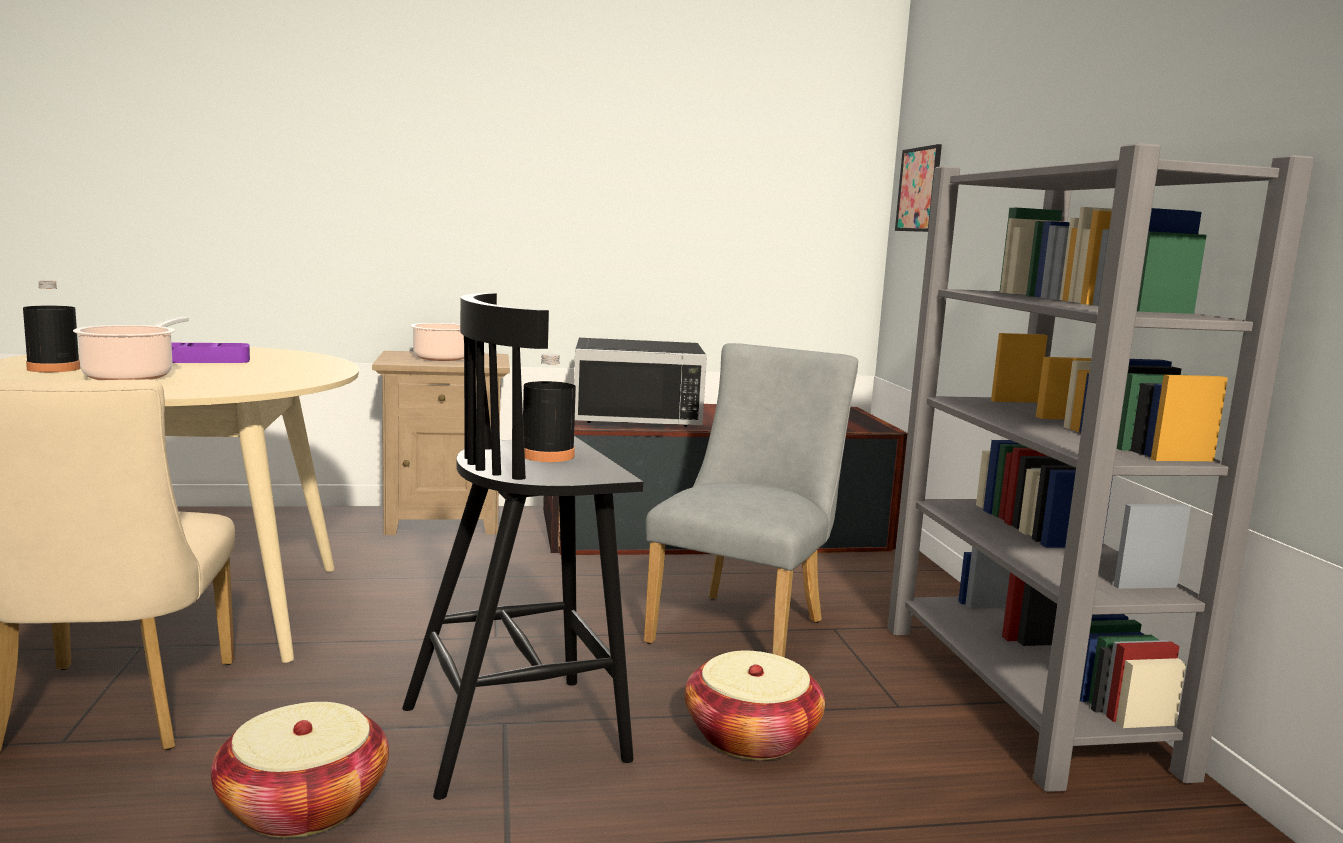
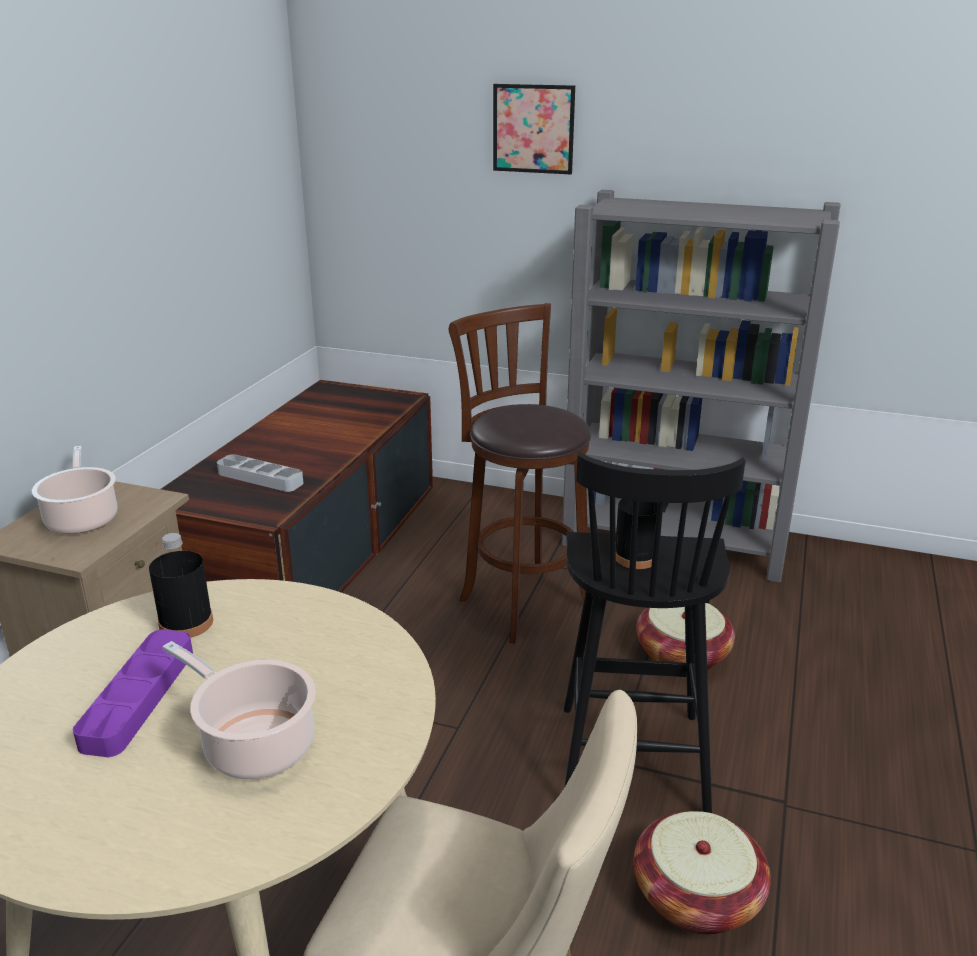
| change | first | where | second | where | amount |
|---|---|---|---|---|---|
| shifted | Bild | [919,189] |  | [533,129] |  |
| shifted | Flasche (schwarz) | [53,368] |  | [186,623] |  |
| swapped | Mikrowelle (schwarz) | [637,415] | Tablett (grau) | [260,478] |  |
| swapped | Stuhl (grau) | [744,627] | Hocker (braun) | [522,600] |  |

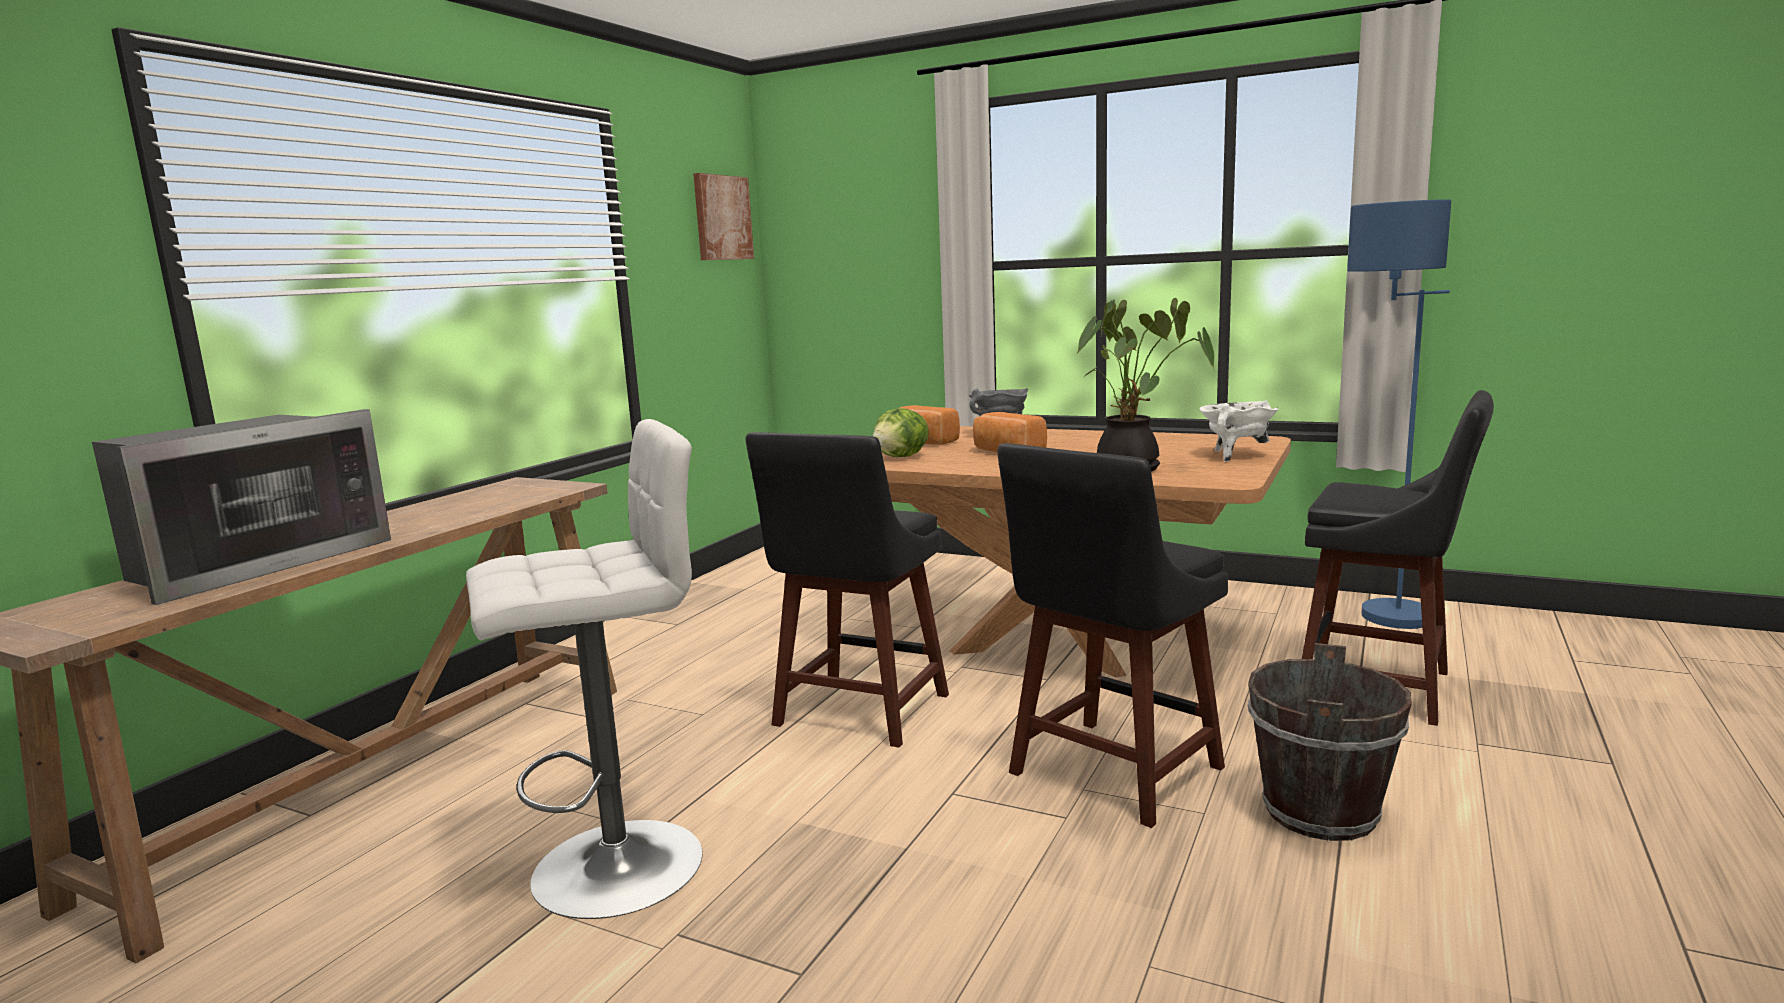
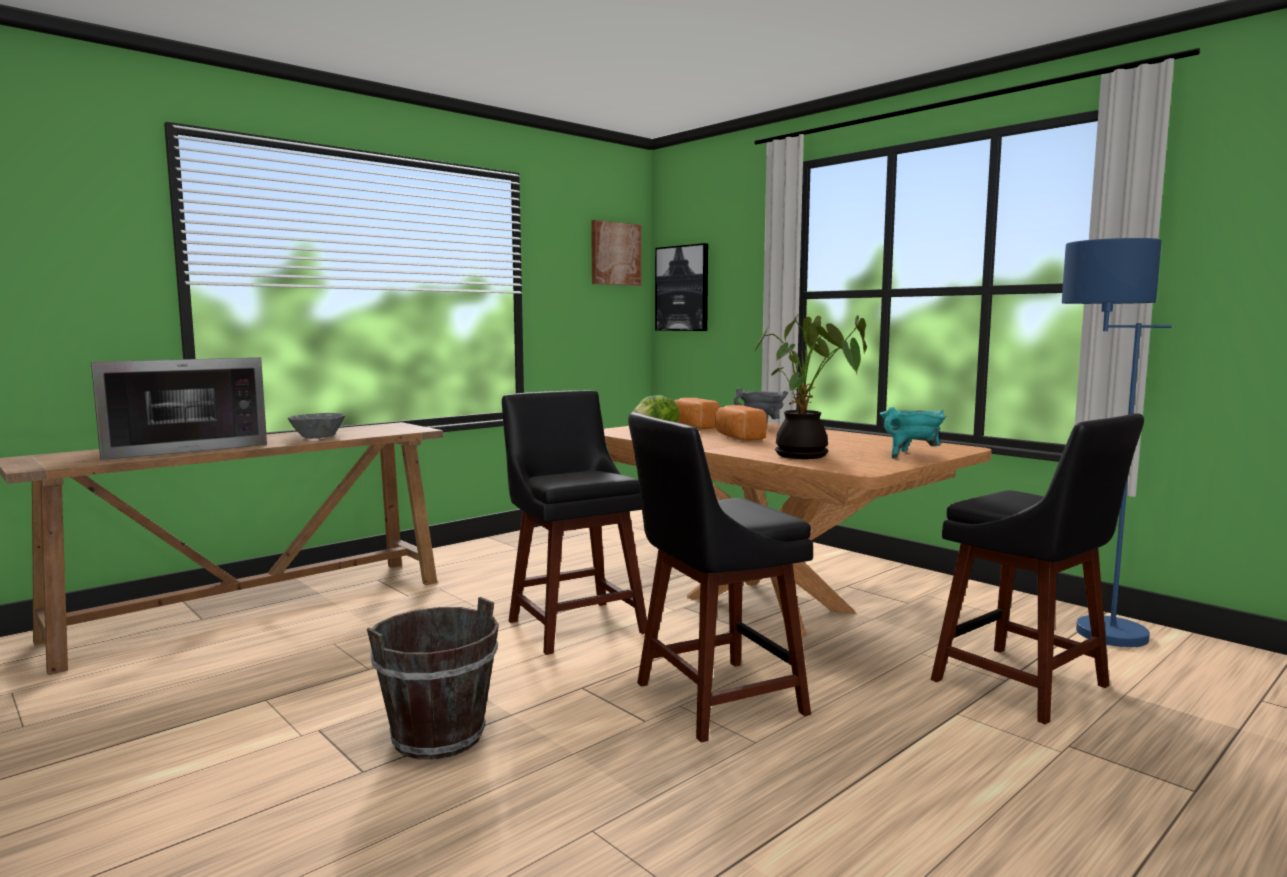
| change | first | where | second | where | amount |
|---|---|---|---|---|---|
| repainted | Kochtopf (weiß) | [1235,456] | Kochtopf (türkis) | [911,456] |  |
| gone | Hocker (weiß) | [620,868] |  |  |  |
| rotated | Stuhl (schwarz) | [857,713] |  | [574,624] | 105 degrees clockwise |
| shifted | Eimer (braun) | [1321,813] |  | [438,737] |  |
| new |  |  | Bild | [682,288] |  |
| new |  |  | Schüssel (grau) | [317,437] |  |

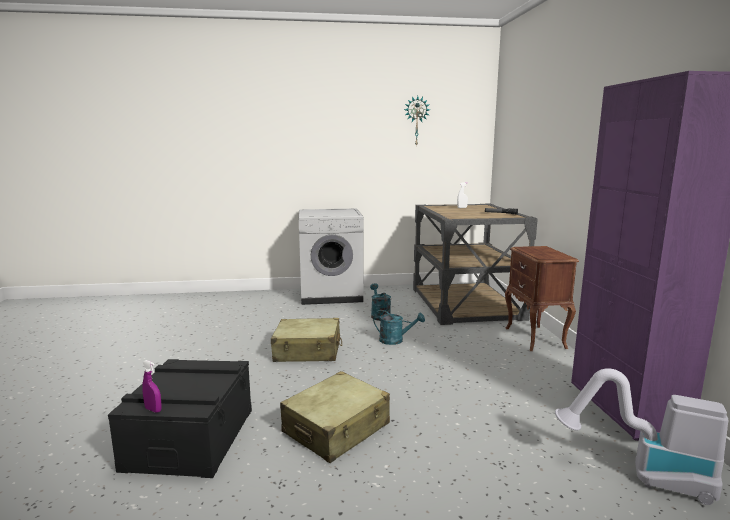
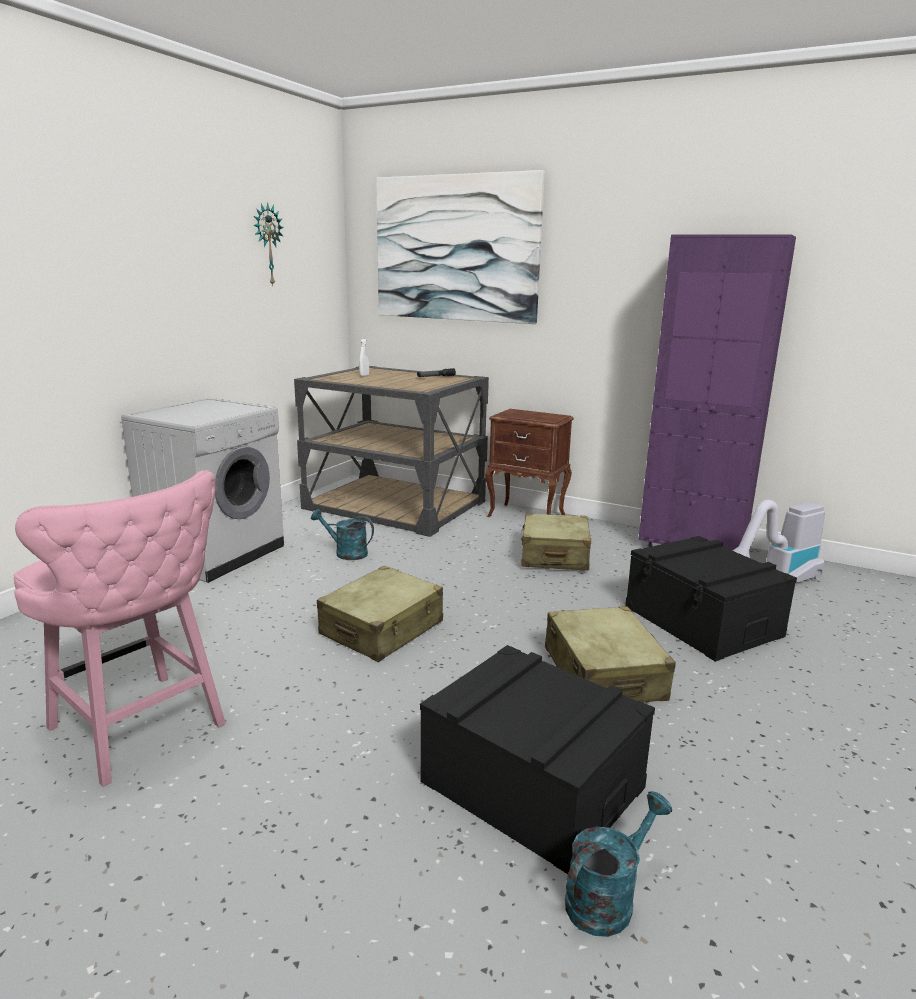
| change | first | where | second | where | amount |
|---|---|---|---|---|---|
| shifted | Gießkanne (türkis) | [395,340] |  | [607,898] |  |
| gone | Sprühflasche (lila) | [153,410] |  |  |  |
| new |  |  | Bild | [456,249] |  |
| new |  |  | Hocker (rosa) | [141,729] |  |
| new |  |  | Koffer (beige) | [554,556] |  |
| new |  |  | Aufbewahrungsbox (schwarz) | [702,621] |  |

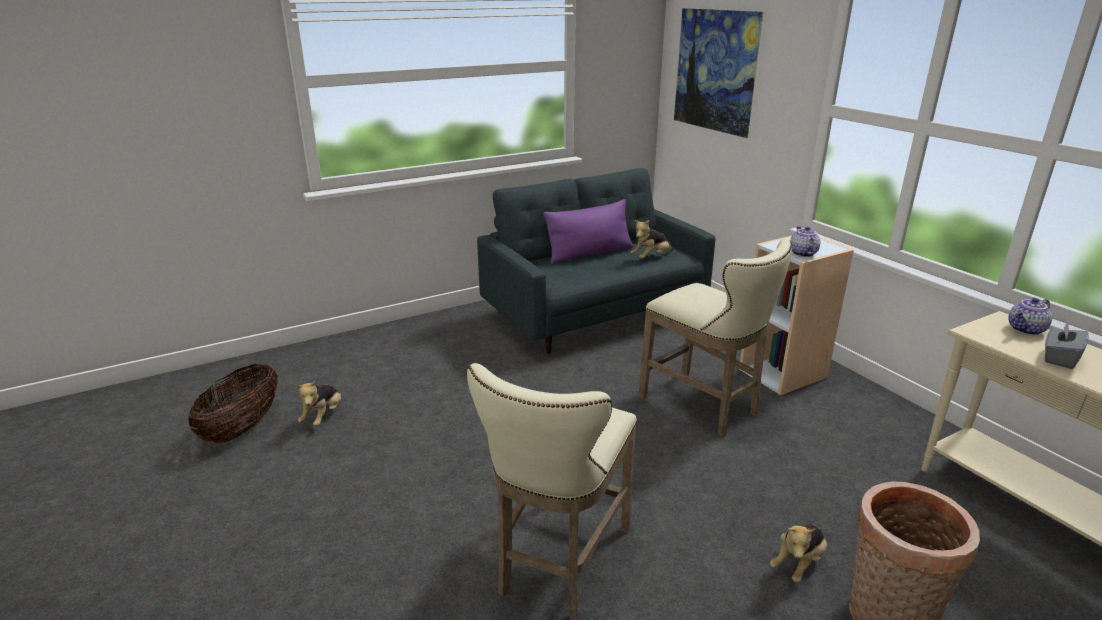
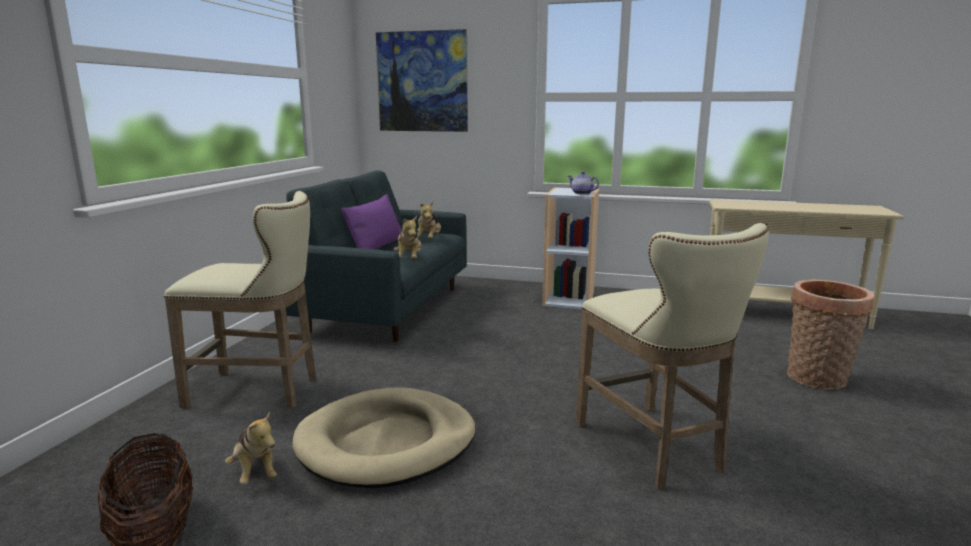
| change | first | where | second | where | amount |
|---|---|---|---|---|---|
| shifted | Hocker (beige) | [704,407] |  | [260,391] |  |
| gone | Teekanne | [1026,330] |  |  |  |
| gone | Taschentuchbox (grau) | [1059,358] |  |  |  |
| shifted | Plüschtier | [798,563] |  | [409,259] |  |
| new |  |  | Hundebett (beige) | [387,443] |  |

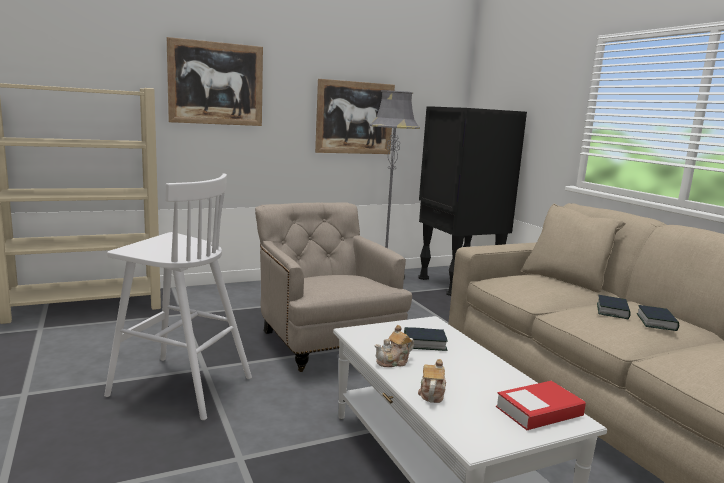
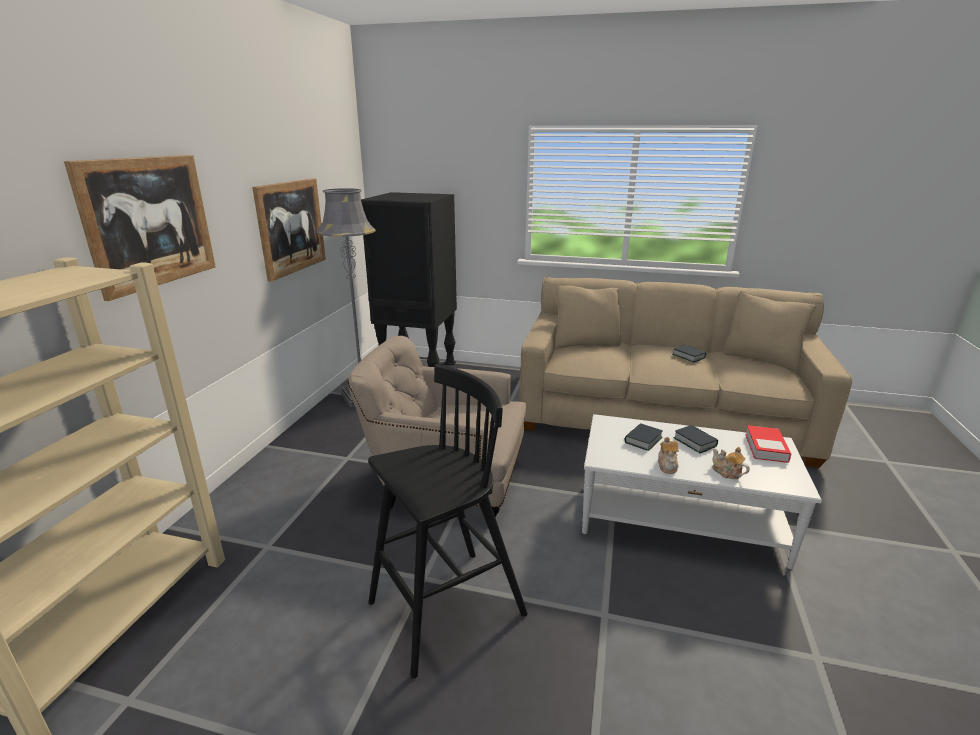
| change | first | where | second | where | amount |
|---|---|---|---|---|---|
| repainted | Hocker (weiß) | [178,386] | Hocker (schwarz) | [444,610] |  |
| shifted | Buch | [612,311] |  | [695,442] |  |

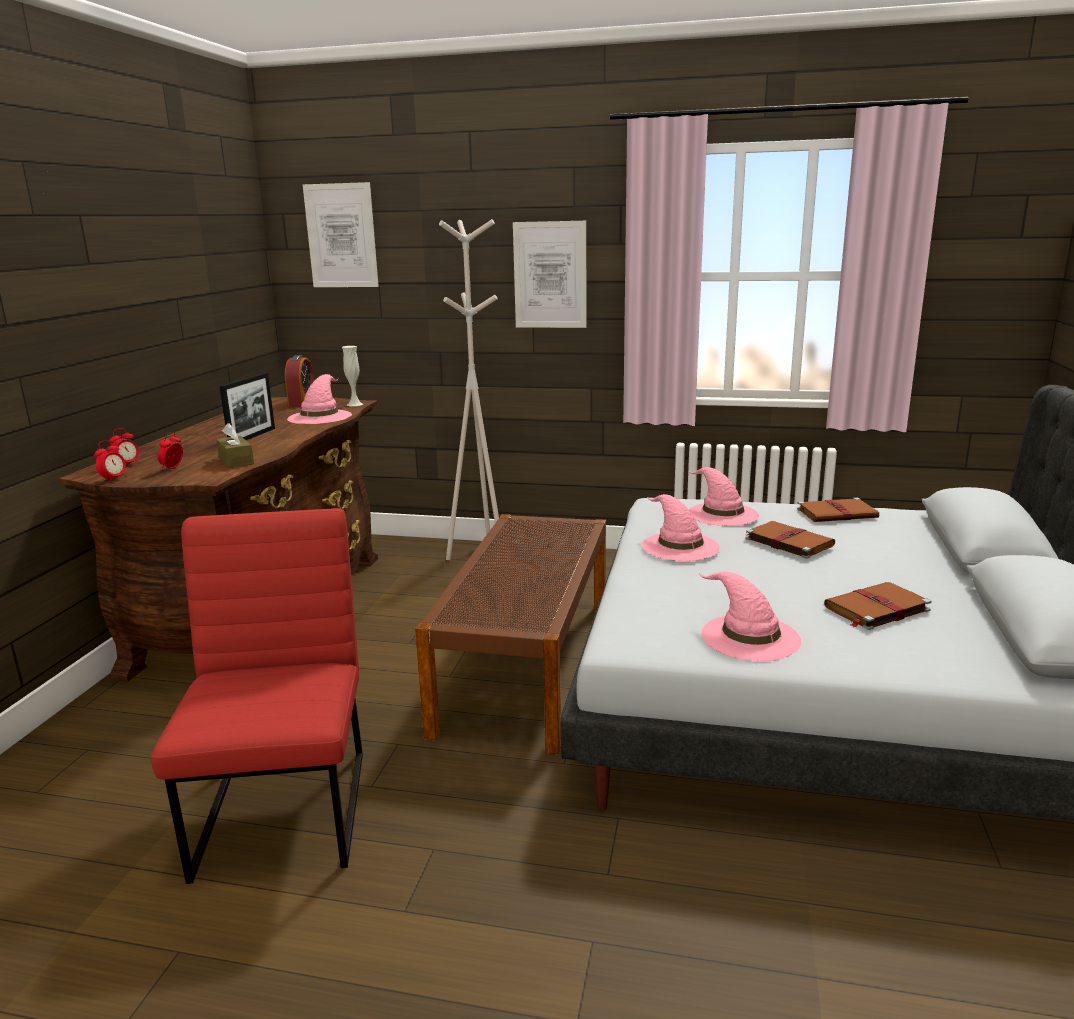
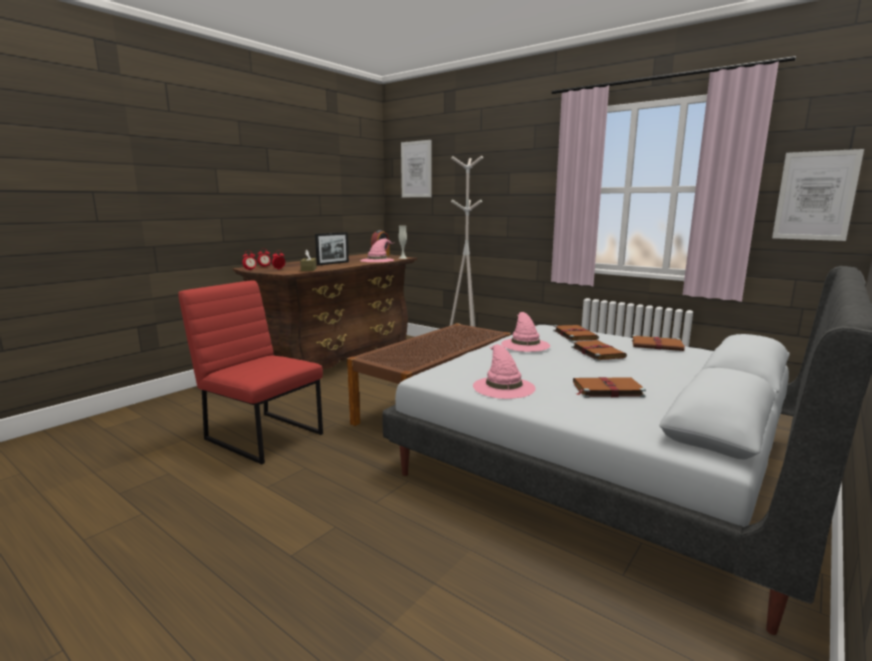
| change | first | where | second | where | amount |
|---|---|---|---|---|---|
| shifted | Bild | [550,275] |  | [815,196] |  |
| swapped | Hut (rosa) | [721,513] | Buch (braun) | [574,334] |  |
| rotated | Stuhl (rot) | [286,807] |  | [262,435] | 75 degrees counterclockwise |

